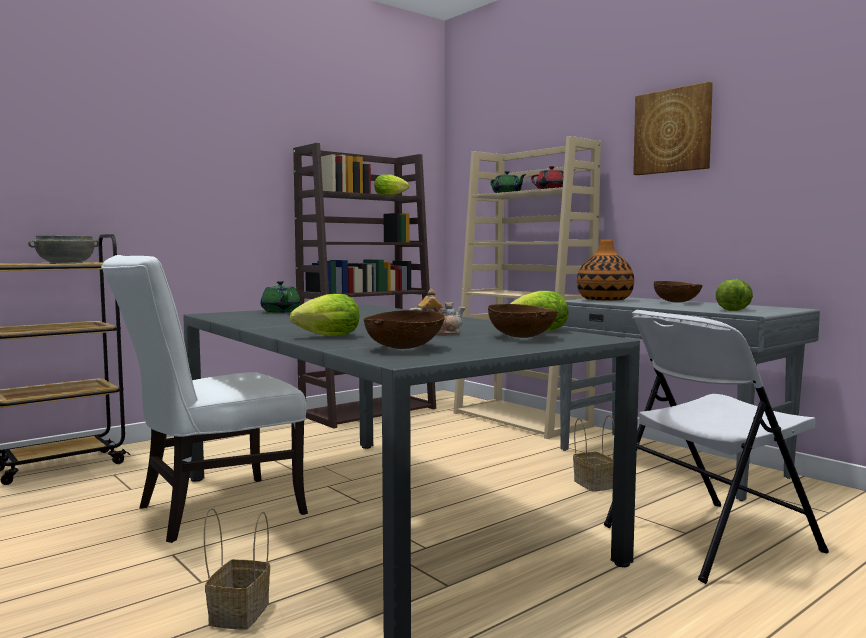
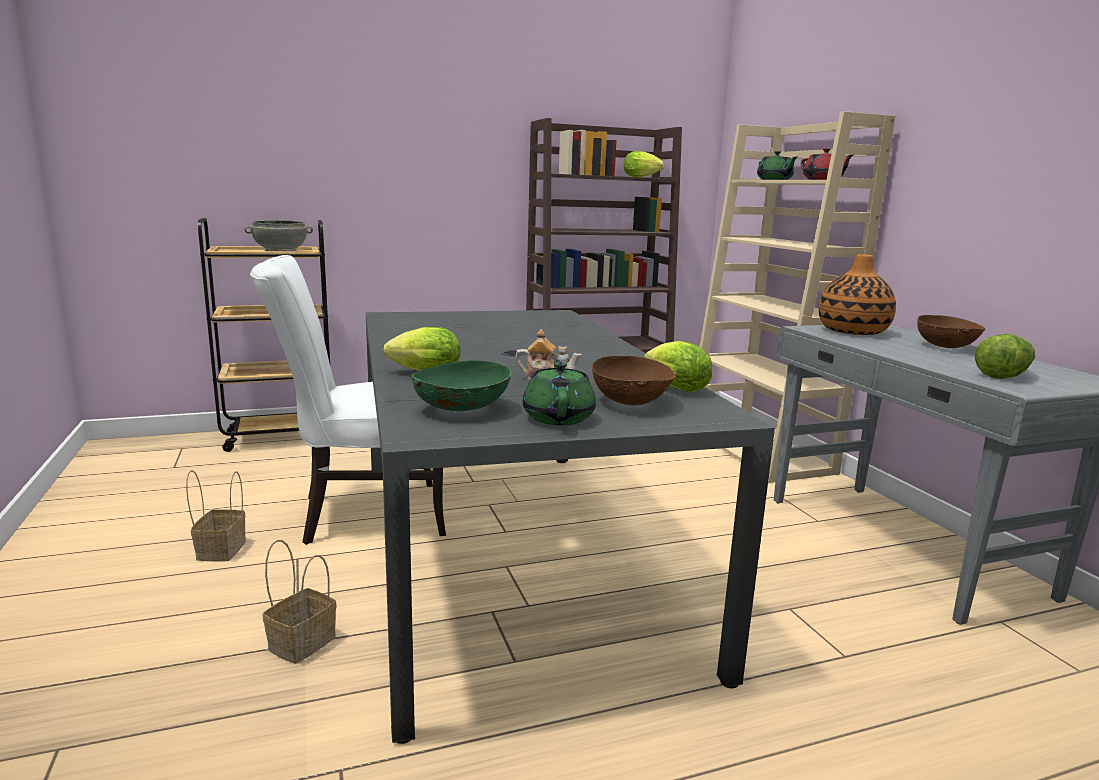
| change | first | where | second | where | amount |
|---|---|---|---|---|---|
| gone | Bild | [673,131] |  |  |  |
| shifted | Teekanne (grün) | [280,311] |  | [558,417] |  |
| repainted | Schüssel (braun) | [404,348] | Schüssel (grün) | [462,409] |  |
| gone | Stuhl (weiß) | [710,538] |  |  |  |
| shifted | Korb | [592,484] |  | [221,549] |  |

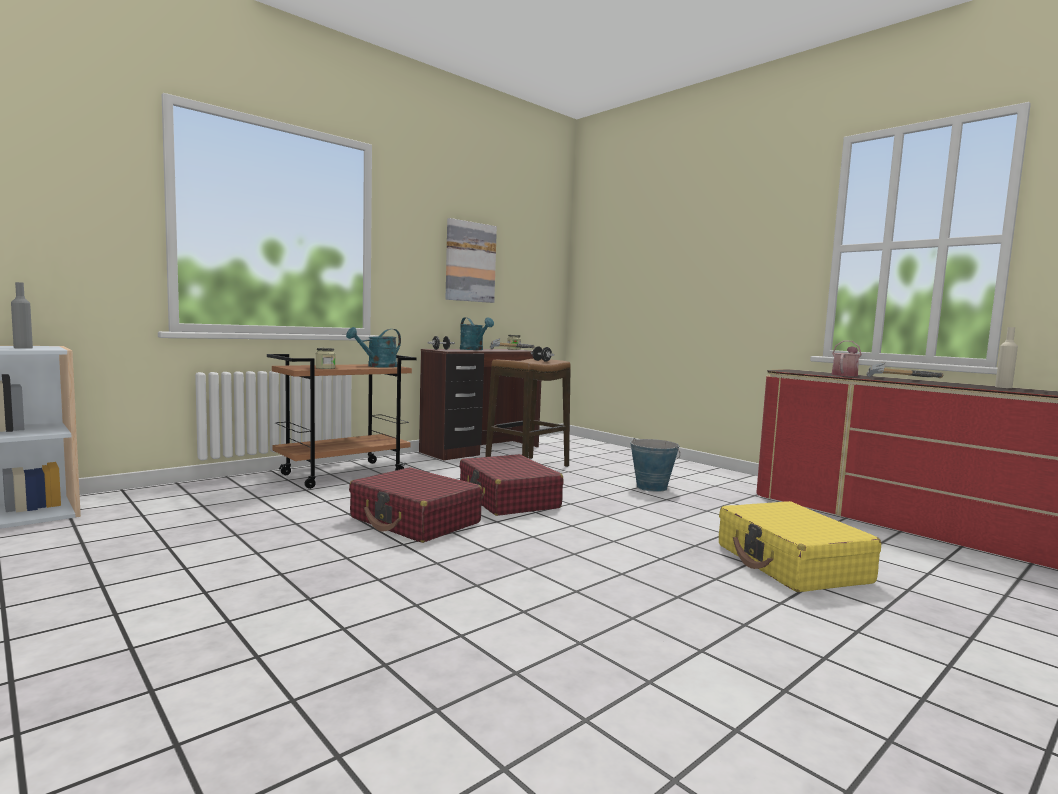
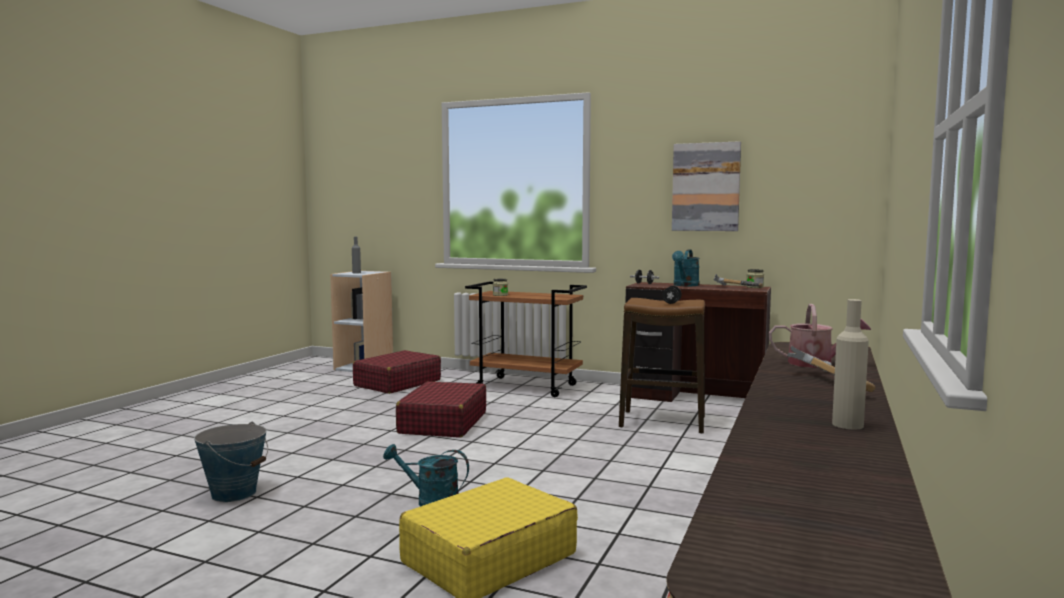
| change | first | where | second | where | amount |
|---|---|---|---|---|---|
| shifted | Gießkanne (türkis) | [377,366] |  | [430,501] |  |
| shifted | Eimer | [651,487] |  | [234,493] |  |
| shifted | Koffer (rot) | [508,499] |  | [397,383] |  |

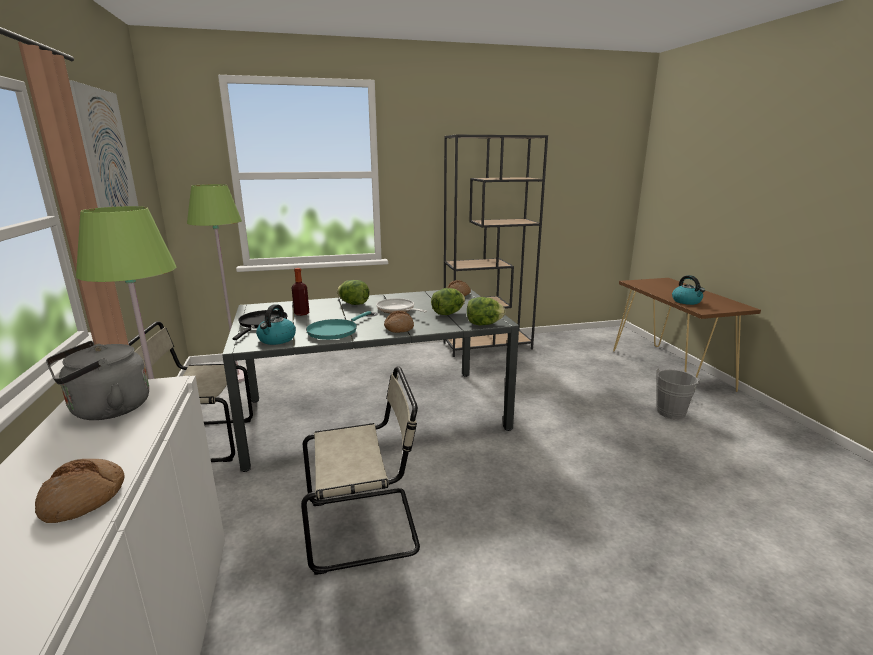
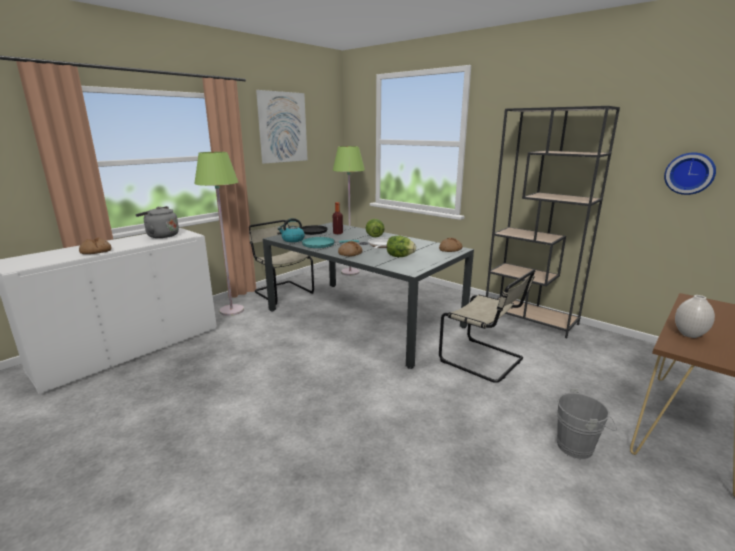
| change | first | where | second | where | amount |
|---|---|---|---|---|---|
| swapped | Wasserkessel | [687,301] | Vase (weiß) | [689,335] |  |
| gone | Salatkopf | [483,324] |  |  |  |
| shifted | Stuhl (beige) | [367,527] |  | [484,360] |  |
| new |  |  | Wanduhr | [689,173] |  |

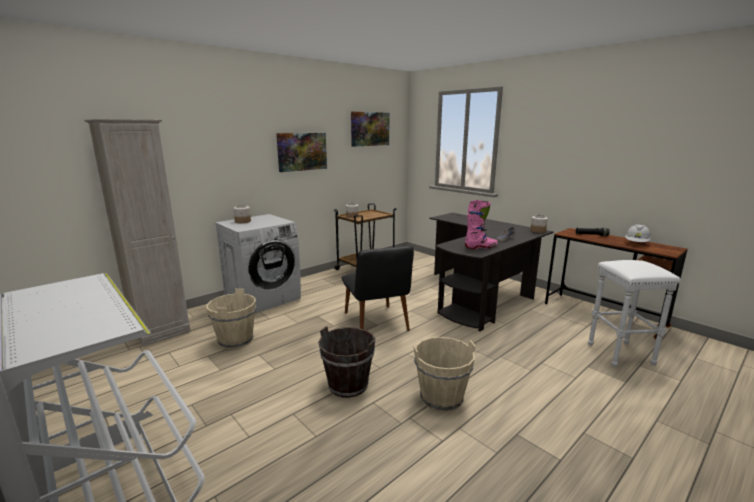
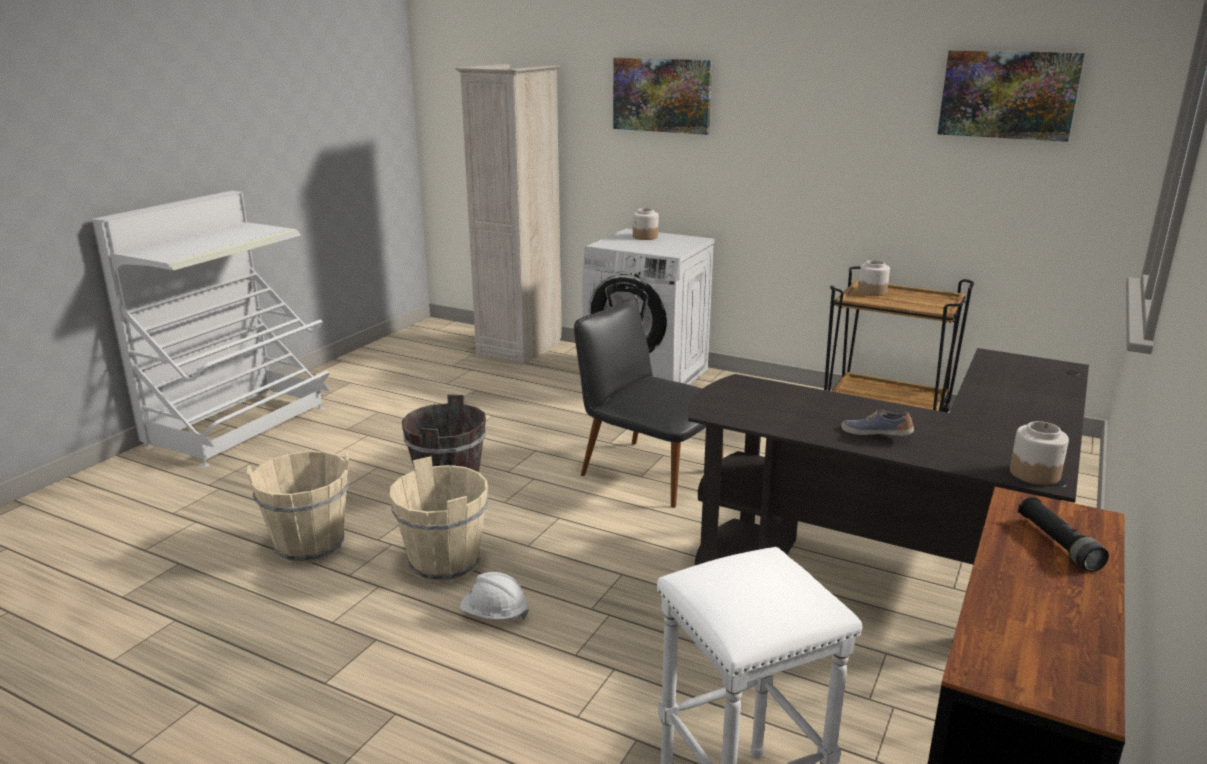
| change | first | where | second | where | amount |
|---|---|---|---|---|---|
| shifted | Bild | [302,151] |  | [662,95] |  |
| gone | Stiefel (rosa) | [481,247] |  |  |  |
| shifted | Schutzhelm (weiß) | [636,243] |  | [494,614] |  |
| rotated | Stuhl (schwarz) | [375,321] |  | [652,472] | 75 degrees clockwise |
| shifted | Eimer (beige) | [235,340] |  | [310,546] |  |

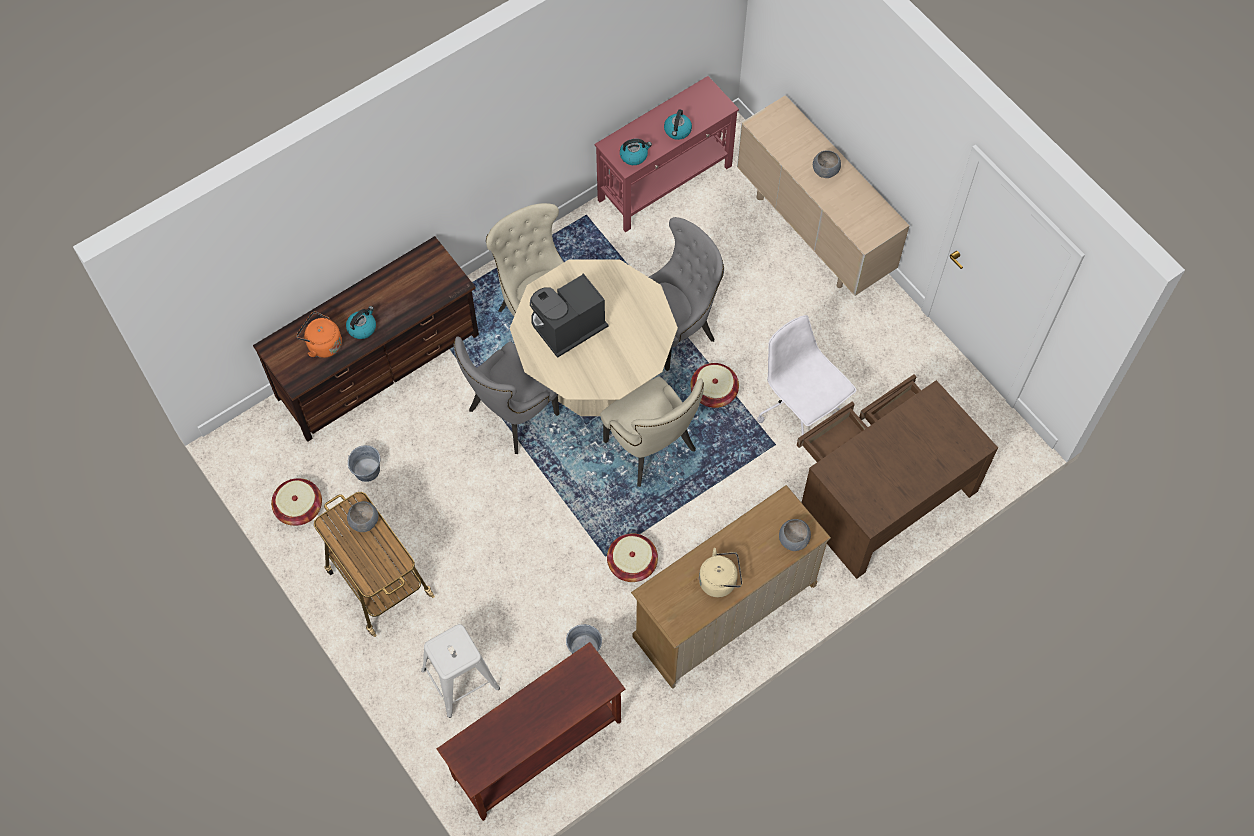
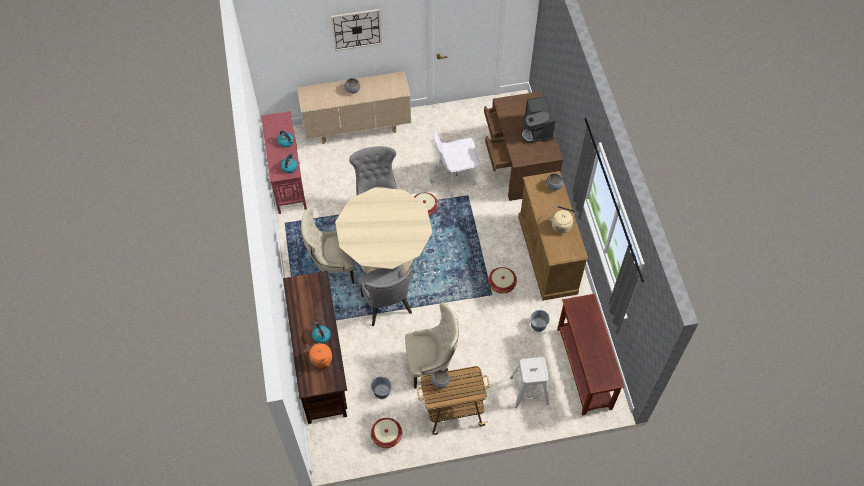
| change | first | where | second | where | amount |
|---|---|---|---|---|---|
| shifted | Kaffeemaschine | [567,328] |  | [537,130] |  |
| shifted | Stuhl (beige) | [651,448] |  | [431,366] |  |
| new |  |  | Wanduhr | [356,29] |  |

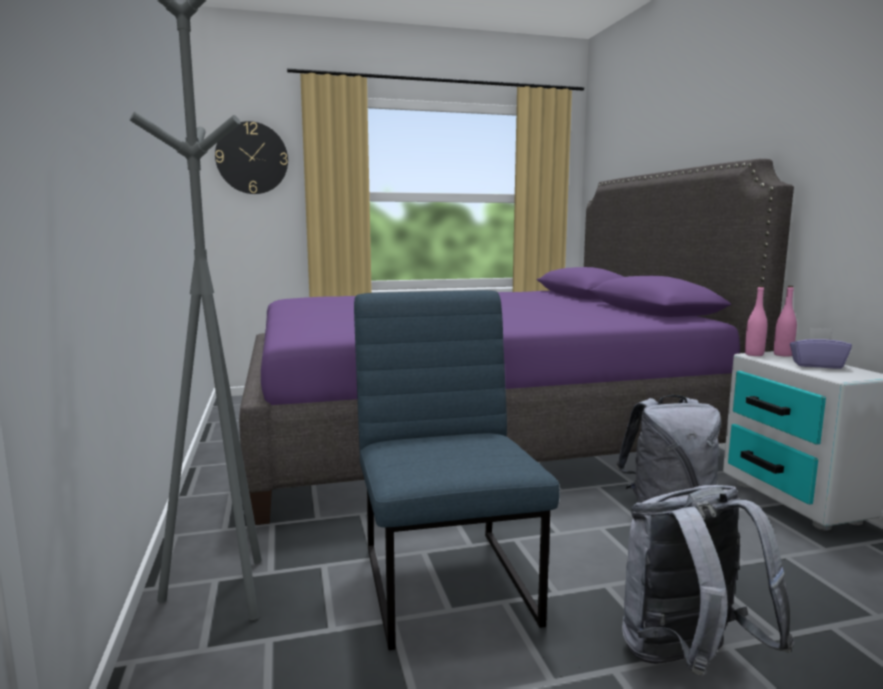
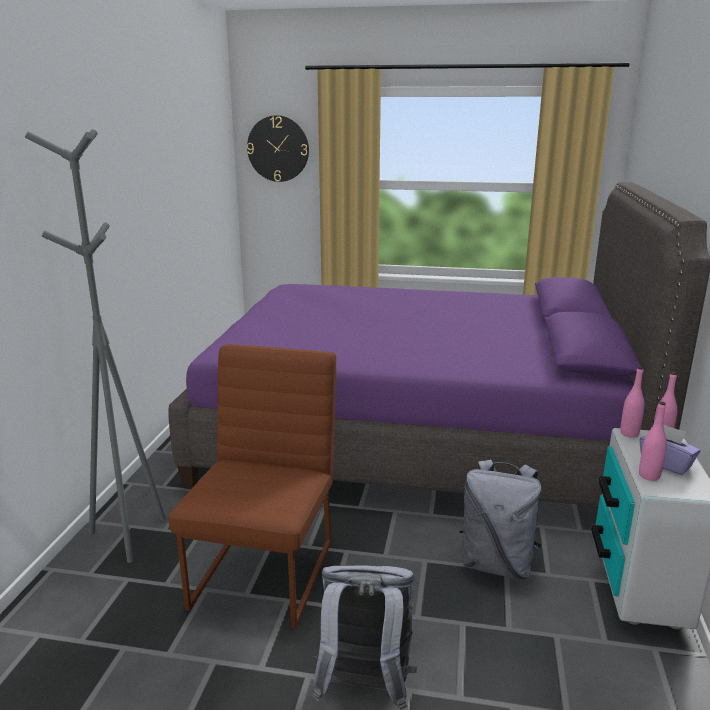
| change | first | where | second | where | amount |
|---|---|---|---|---|---|
| repainted | Stuhl (blau) | [447,579] | Stuhl (braun) | [266,570] |  |
| new |  |  | Flasche (rosa) | [649,476] |  |

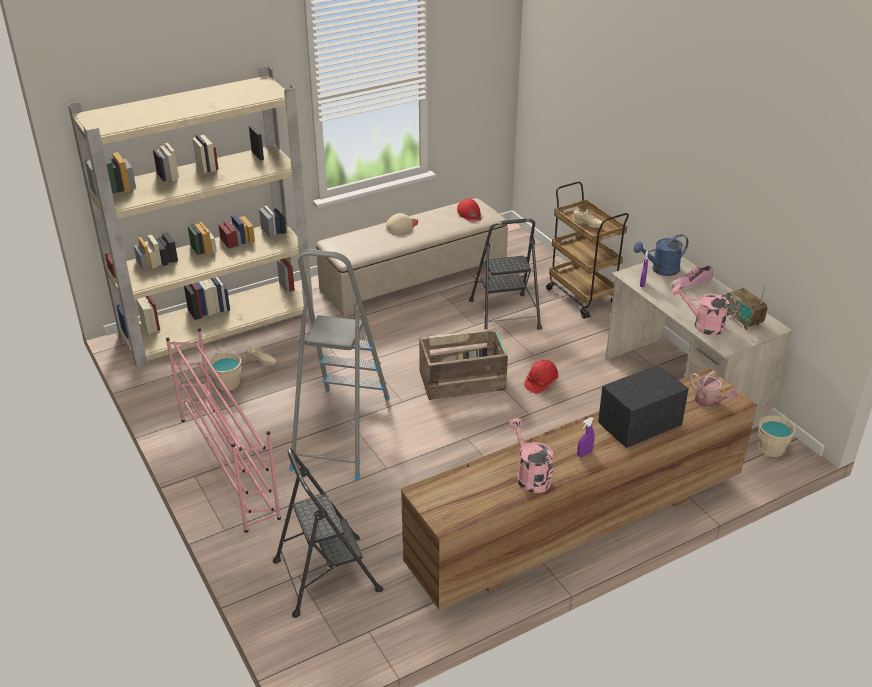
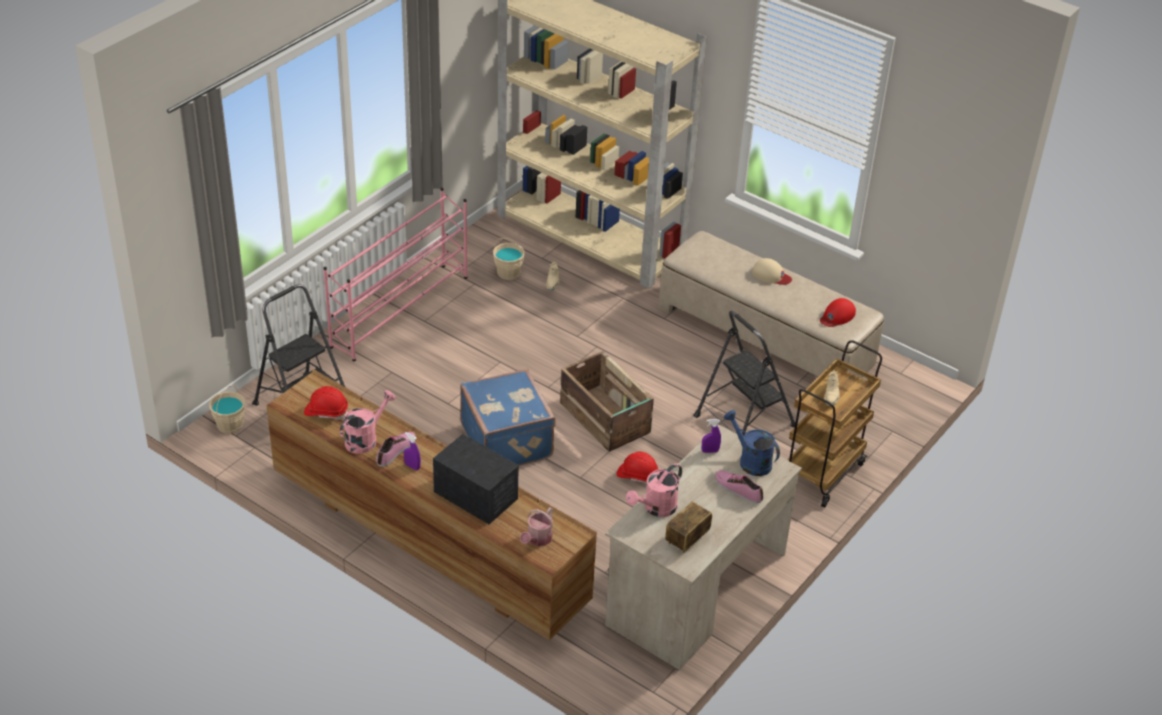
| change | first | where | second | where | amount |
|---|---|---|---|---|---|
| gone | Trittleiter (grau) | [342,431] |  |  |  |
| rotated | Gießkanne (rosa) | [703,325] |  | [656,508] | 135 degrees counterclockwise |
| shifted | Eimer (beige) | [771,448] |  | [229,424] |  |
| new |  |  | Koffer (blau) | [508,440] |  |
| new |  |  | Schutzhelm (rot) | [326,412] |  |
| new |  |  | Schuh | [396,451] |  |

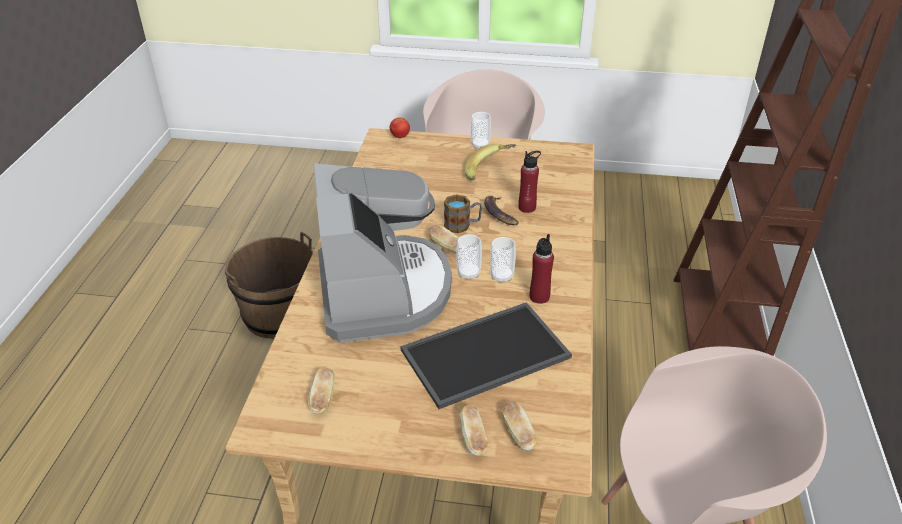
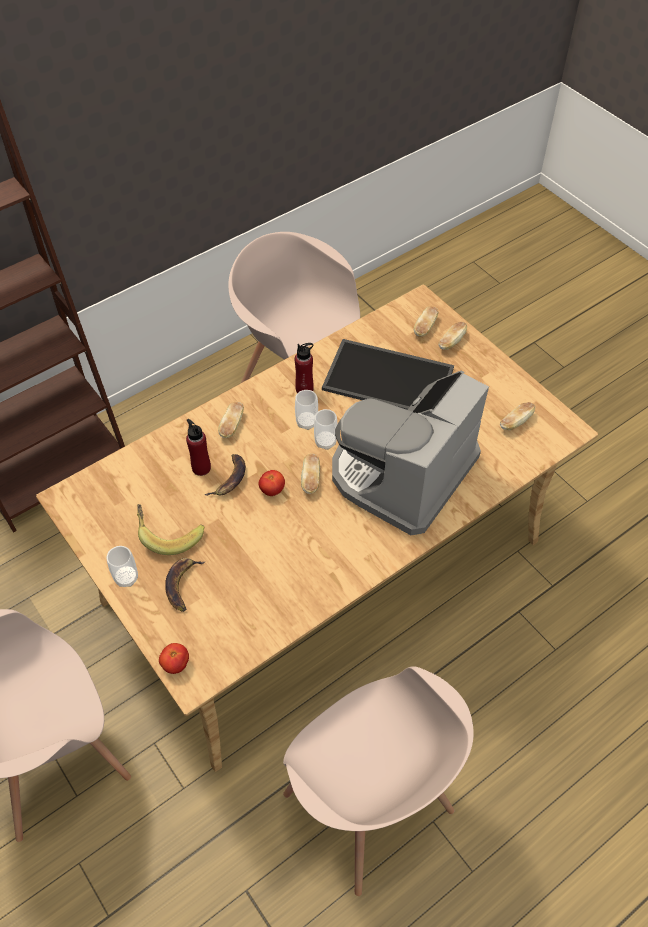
| change | first | where | second | where | amount |
|---|---|---|---|---|---|
| swapped | Henkelbecher | [462,225] | Tomate | [272,490] |  |
| swapped | Eimer (braun) | [279,314] | Stuhl (beige) | [368,805] |  |
| new |  |  | Brot | [232,425] |  |
| new |  |  | Banane | [182,584] |  |

